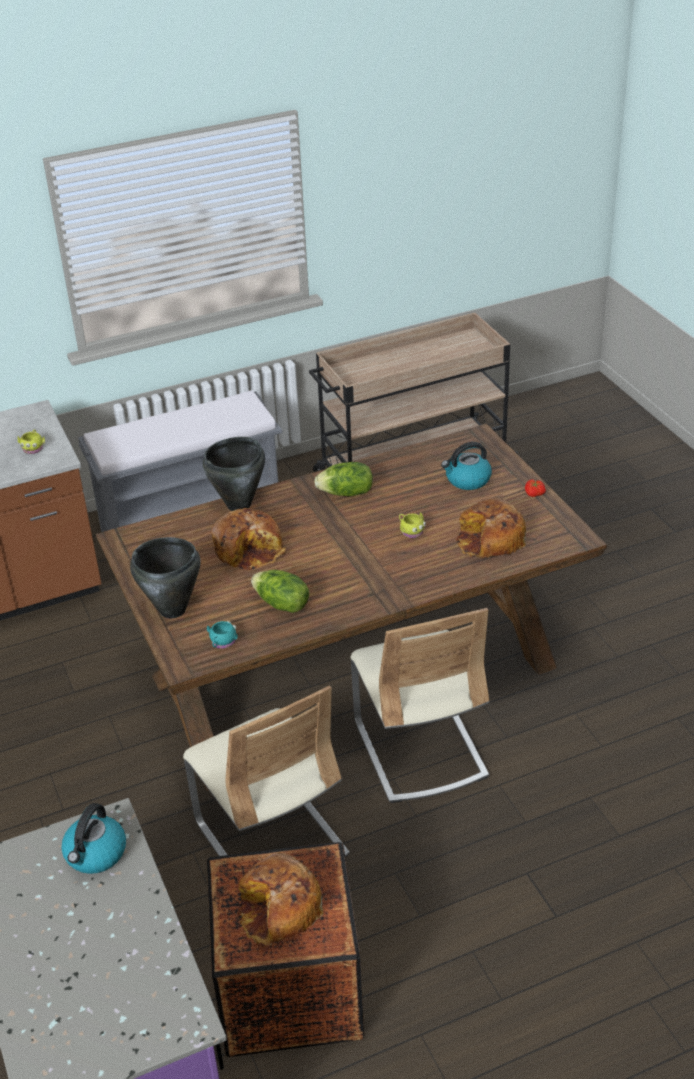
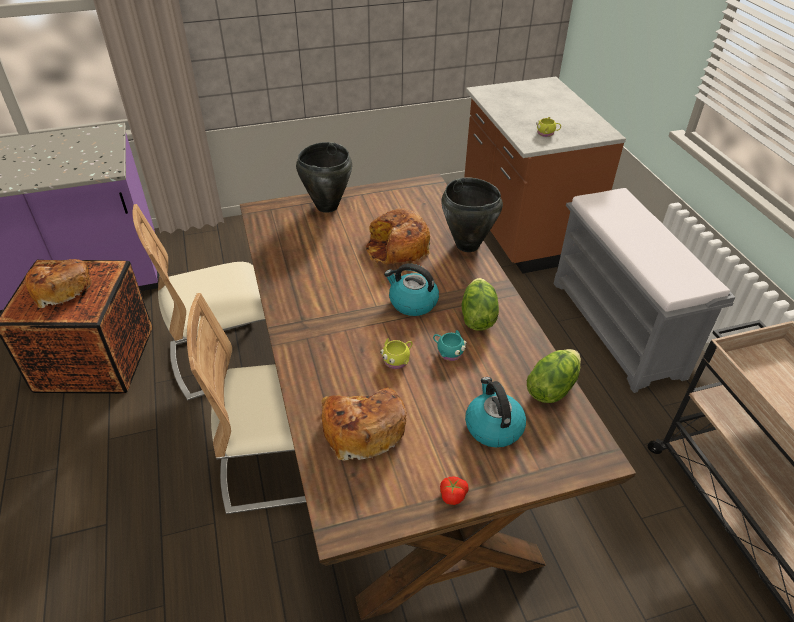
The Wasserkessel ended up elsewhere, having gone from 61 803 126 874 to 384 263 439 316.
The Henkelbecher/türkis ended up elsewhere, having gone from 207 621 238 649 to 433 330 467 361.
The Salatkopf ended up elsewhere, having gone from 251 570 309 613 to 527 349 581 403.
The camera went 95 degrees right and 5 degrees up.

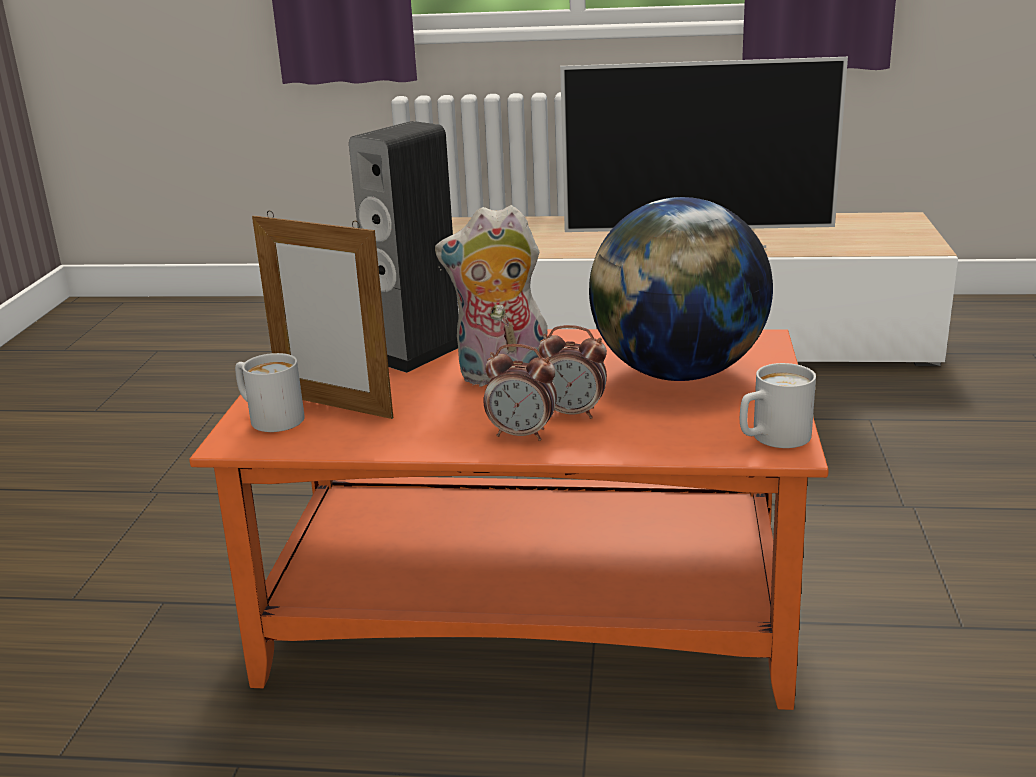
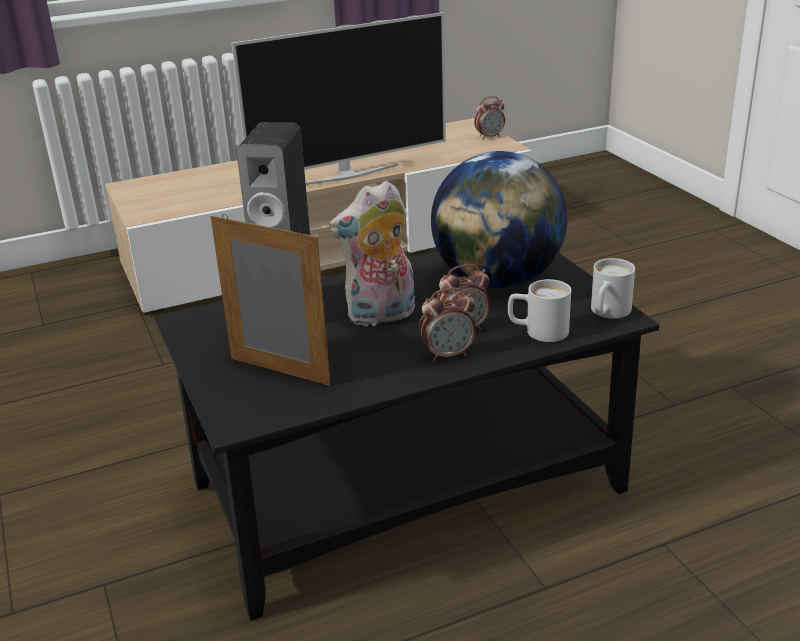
What was the Couchtisch/orange at 189 329 829 710 turned into the Couchtisch/schwarz at 154 252 659 621.
The Bilderrahmen at 252 211 393 419 ended up facing another way, 150 degrees counterclockwise from before.
The second view gained the Wecker at 474 96 505 140.
The Henkelbecher/weiß ended up elsewhere, having gone from 235 353 305 432 to 508 279 571 342.
The camera went 30 degrees left and 5 degrees up.

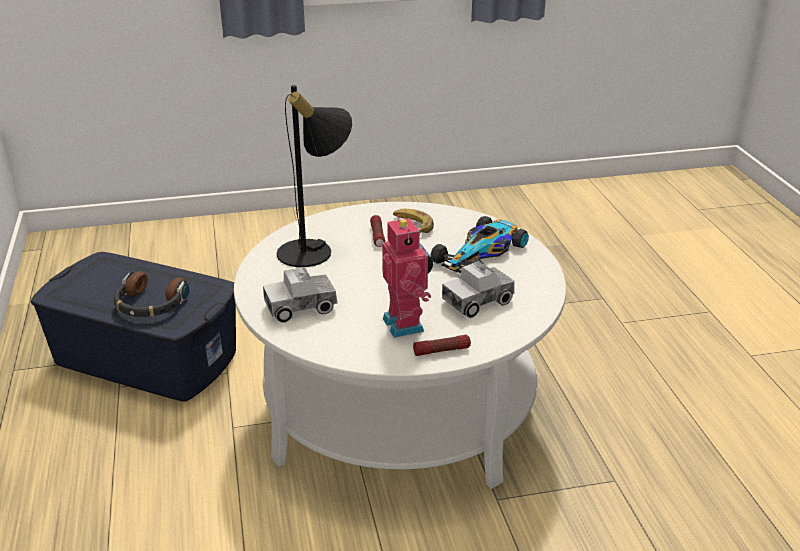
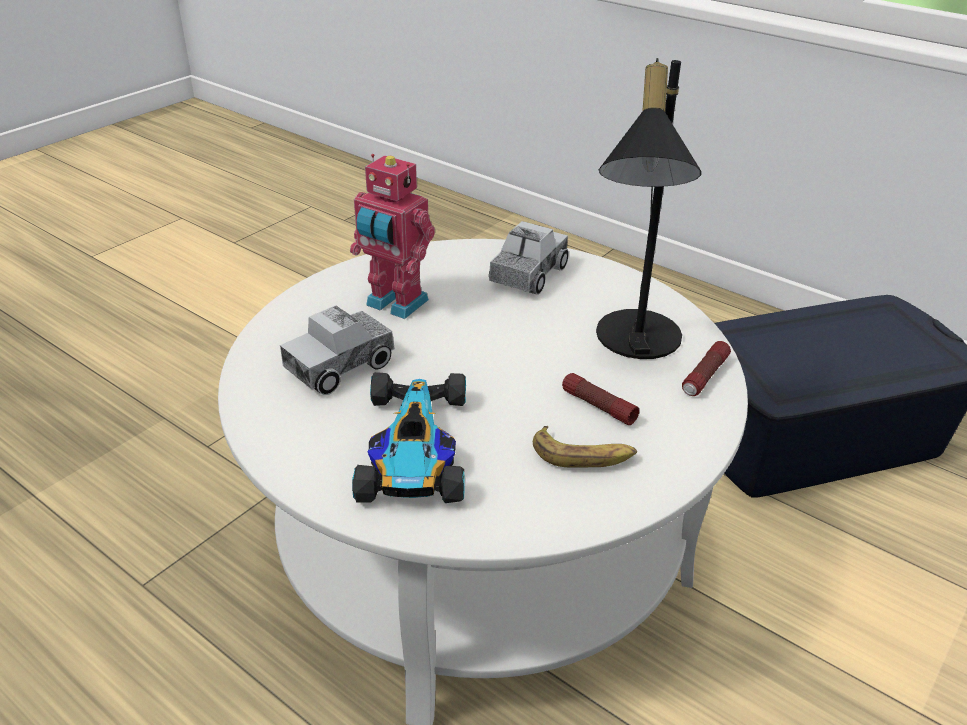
The Spielzeuglaster at 442 261 515 318 ended up facing another way, 150 degrees counterclockwise from before.
The Taschenlampe ended up elsewhere, having gone from 413 335 471 356 to 682 341 731 396.
The second view lost the Kopfhörer at 114 271 190 317.
The camera went 140 degrees right and 5 degrees up.

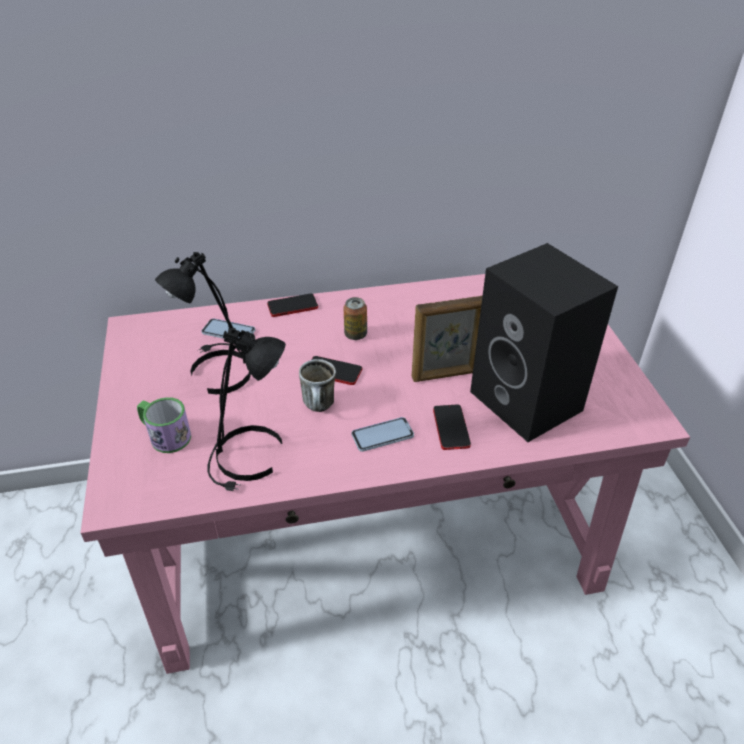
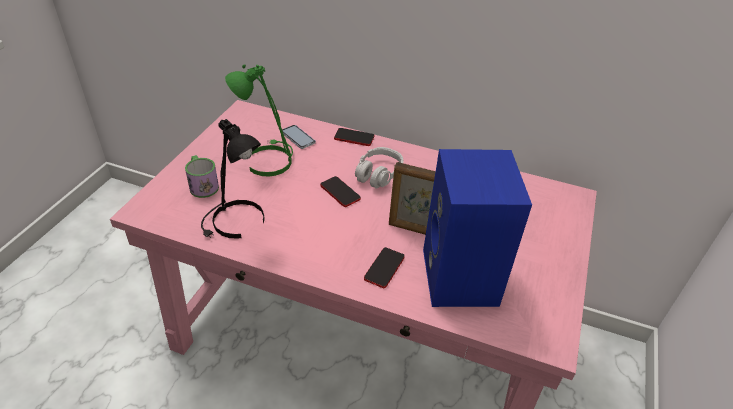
What was the Tischlampe/schwarz at 155 252 251 394 turned into the Tischlampe/grün at 225 64 293 176.
Where the Dose stood at 344 297 367 340, the Kopfhörer/grau came to stand at 355 147 403 189.
What was the Lautsprecher/schwarz at 470 243 618 442 turned into the Lautsprecher/blau at 423 149 532 307.
The second view lost the Henkelbecher at 299 359 336 412.
The second view lost the Handy at 351 417 414 452.
The camera went 30 degrees right and 0 degrees up.

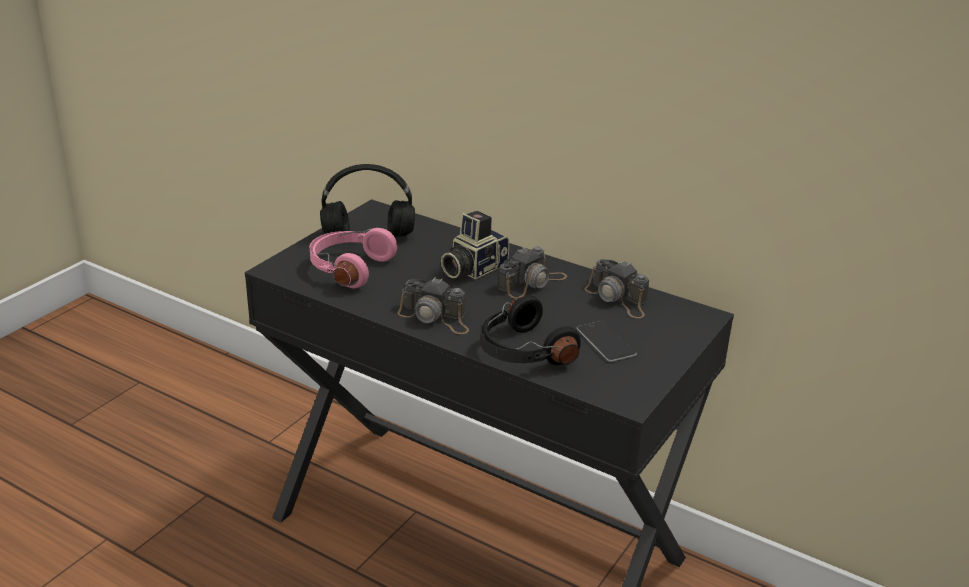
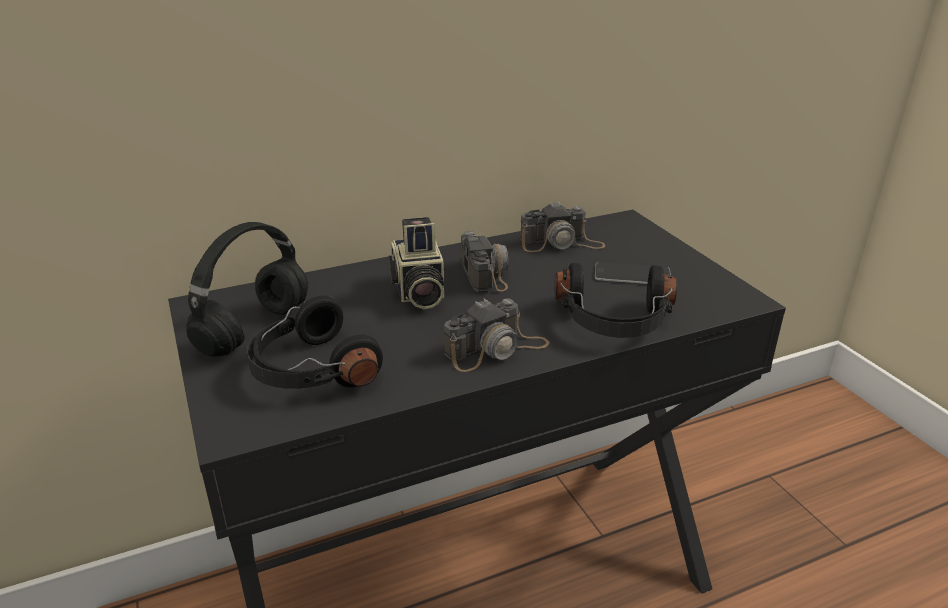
What was the Kopfhörer/rosa at 310 228 397 288 turned into the Kopfhörer/schwarz at 247 295 383 389.
The camera went 55 degrees left and 0 degrees up.

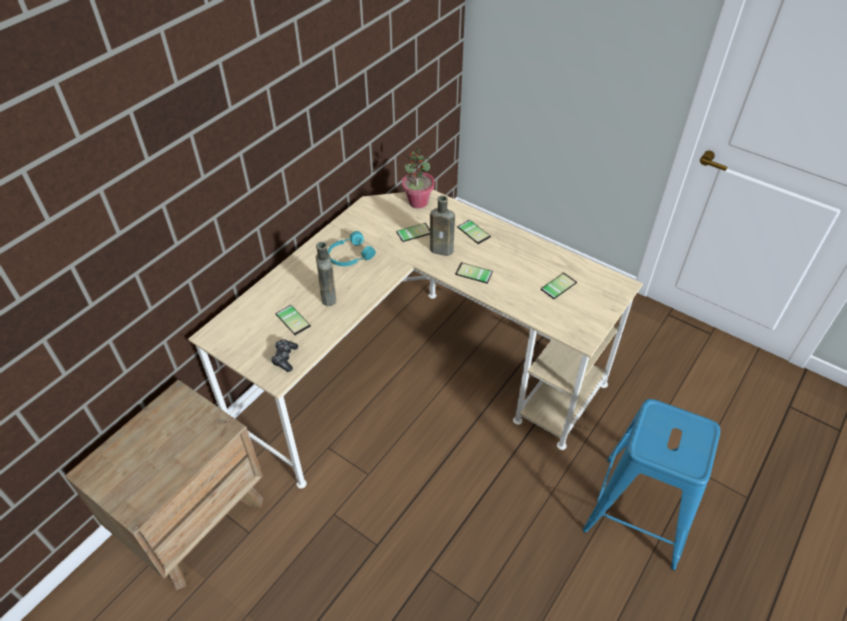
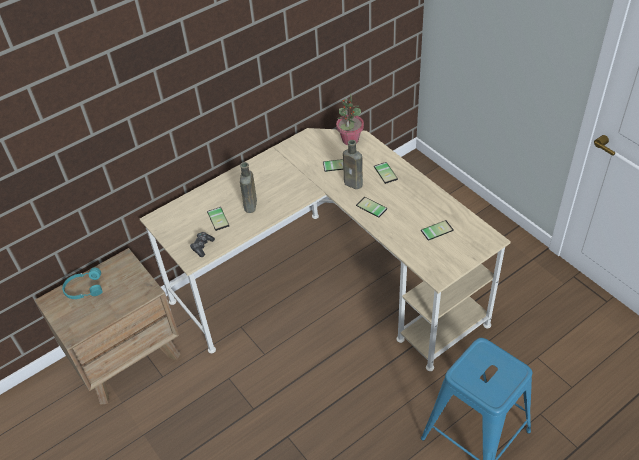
The Kopfhörer/türkis ended up elsewhere, having gone from 328 231 376 266 to 62 268 103 299.
The camera went 20 degrees right and 0 degrees up.

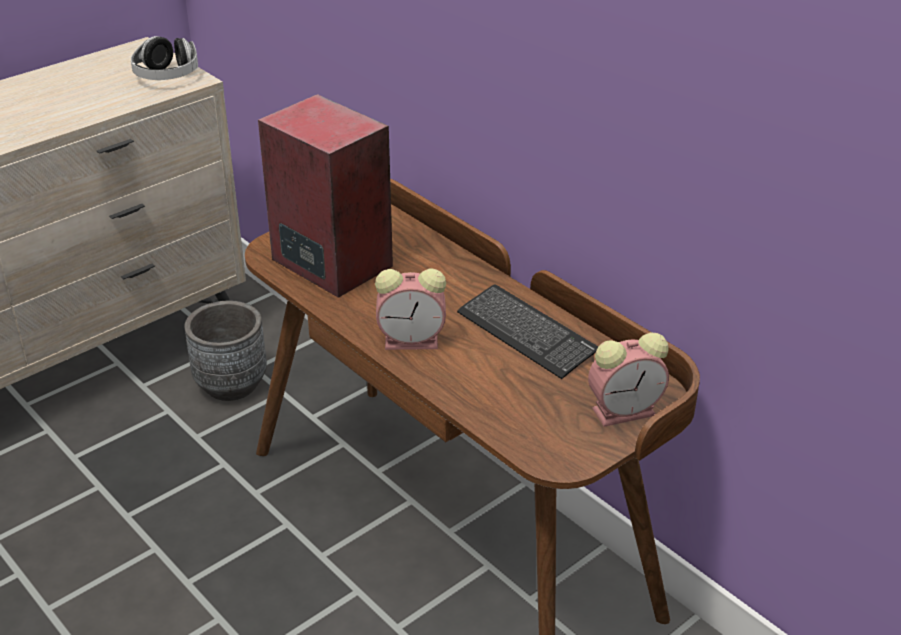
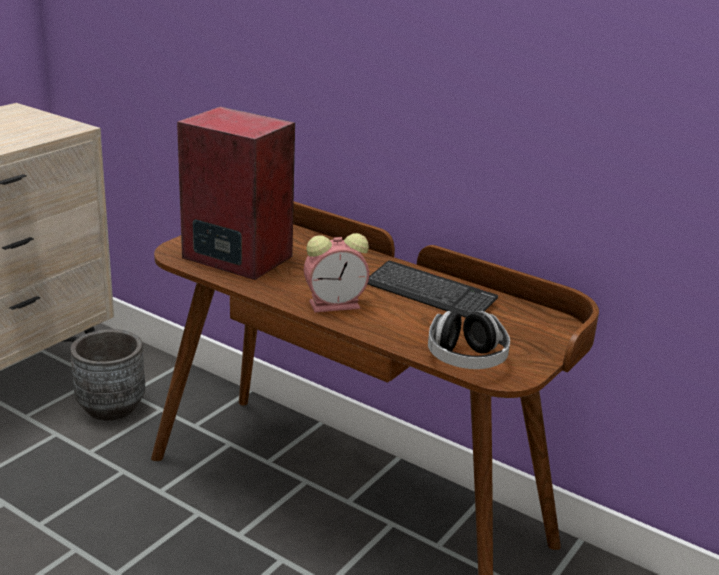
The Kopfhörer ended up elsewhere, having gone from 131 36 198 80 to 428 311 510 369.
The second view lost the Wecker at 588 333 669 427.
The camera went 15 degrees left and 10 degrees down.

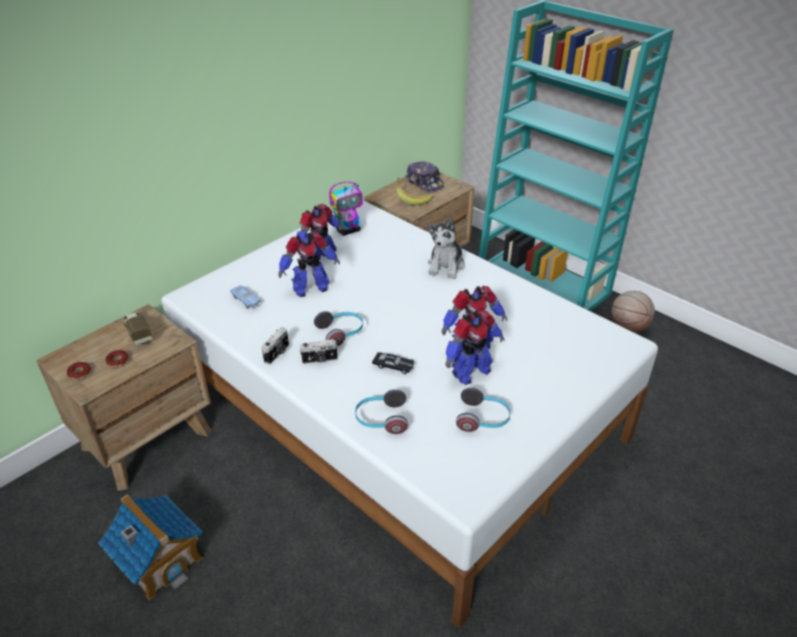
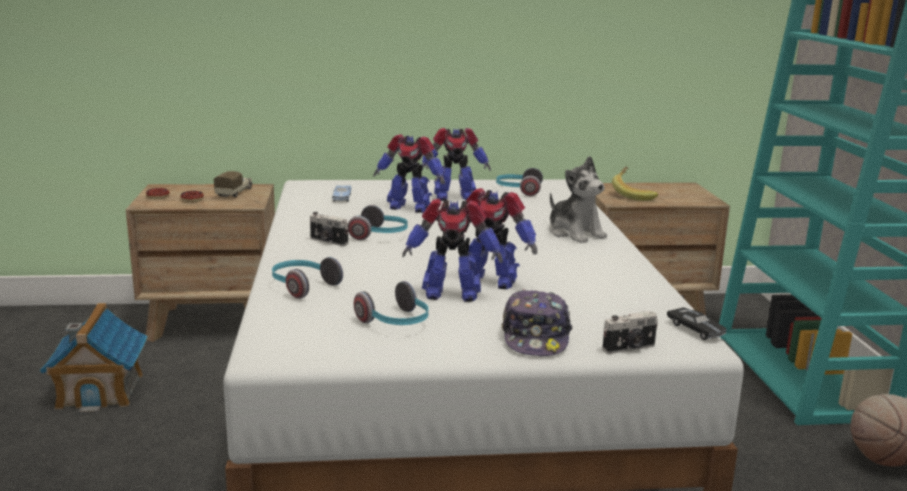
Where the Spielzeugroboter stood at 329 182 363 236, the Kopfhörer came to stand at 496 168 543 196.
The Kappe ended up elsewhere, having gone from 406 161 444 191 to 502 289 573 356.
The Plüschtier at 427 218 465 279 ended up facing another way, 90 degrees counterclockwise from before.
The Kamera ended up elsewhere, having gone from 262 327 289 364 to 602 311 658 354.
The Spielzeugauto/schwarz ended up elsewhere, having gone from 372 352 414 374 to 667 307 727 340.
The camera went 40 degrees right and 20 degrees down.

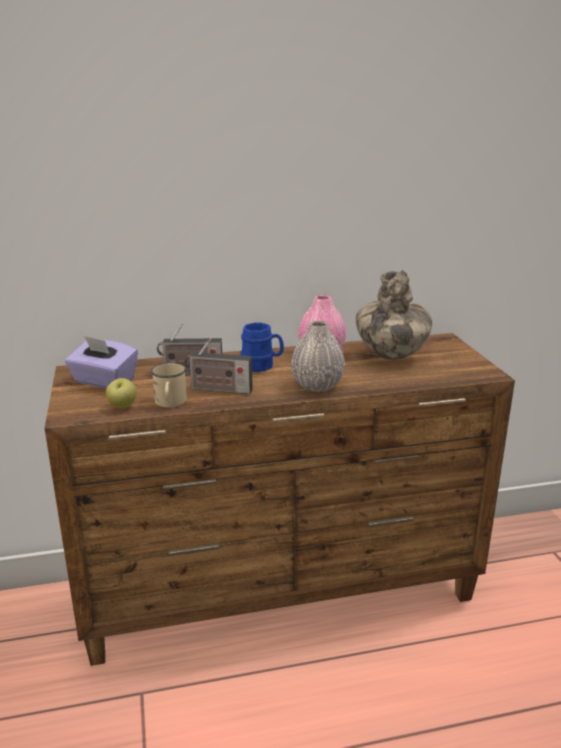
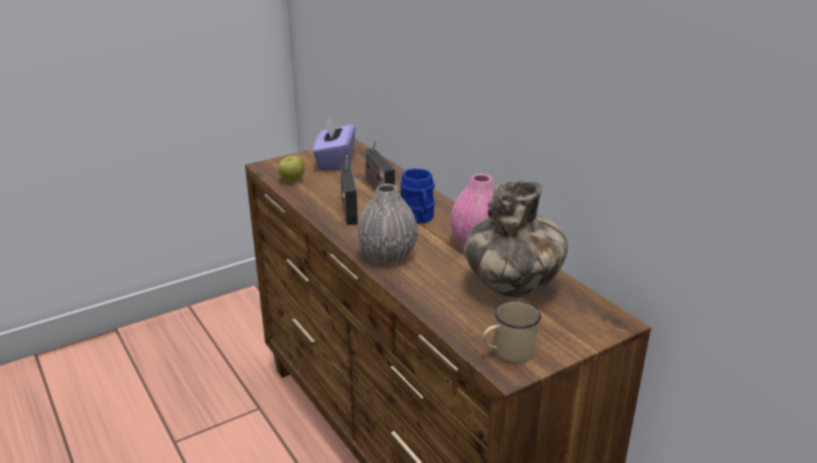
The Henkelbecher/beige ended up elsewhere, having gone from 151 363 187 408 to 483 301 541 363.
The camera went 70 degrees right and 5 degrees up.

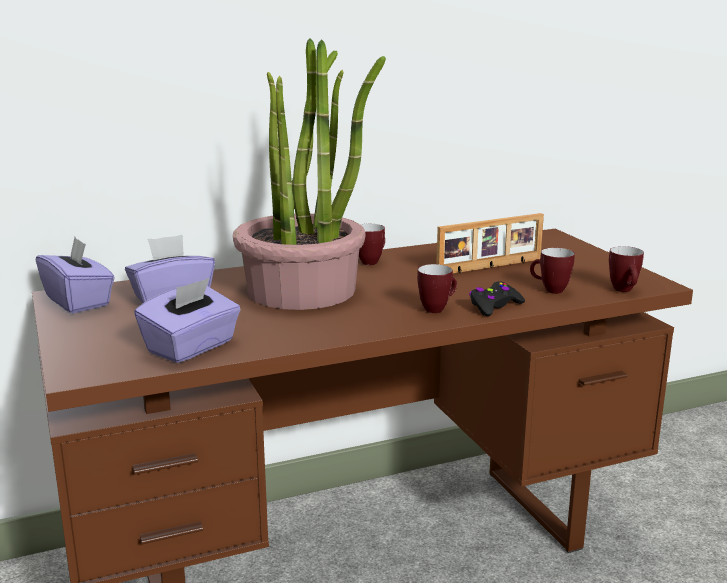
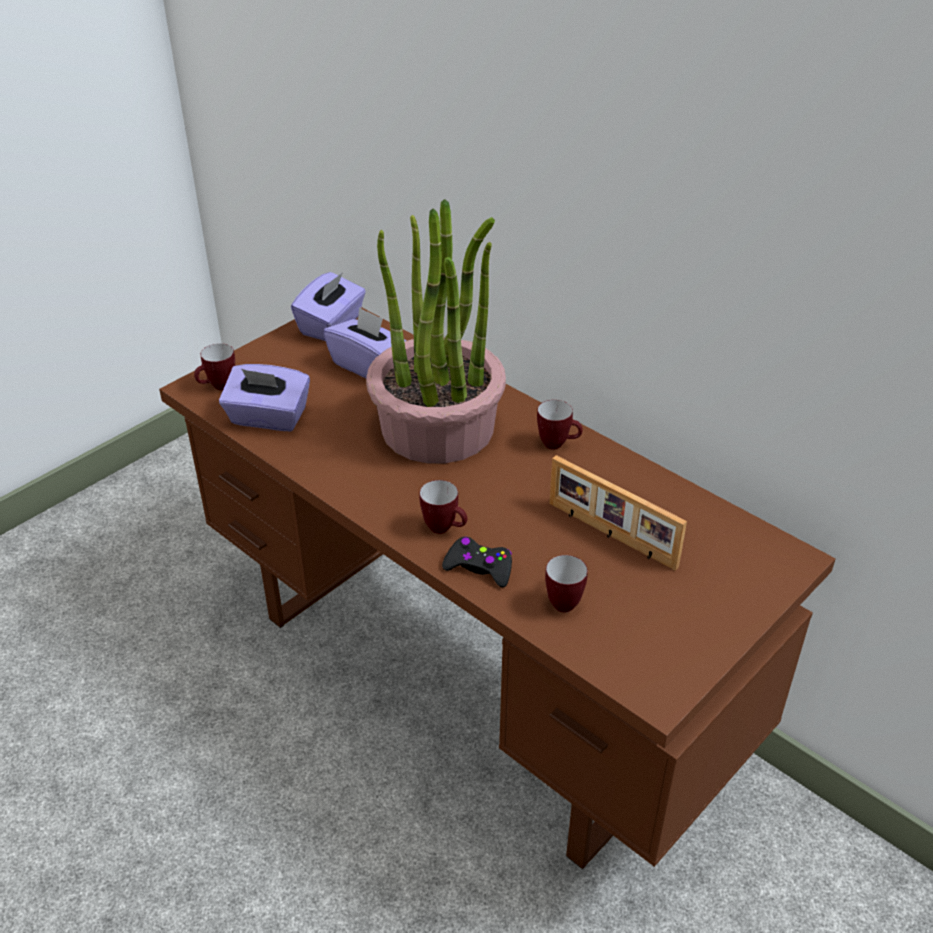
The Henkelbecher ended up elsewhere, having gone from 609 246 644 292 to 194 343 235 390.
The camera went 65 degrees right and 20 degrees up.

